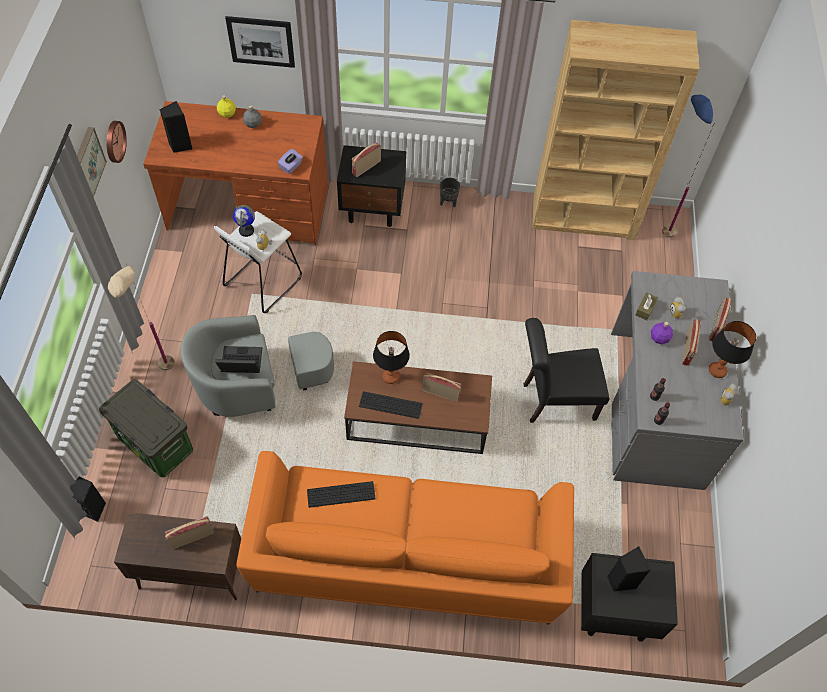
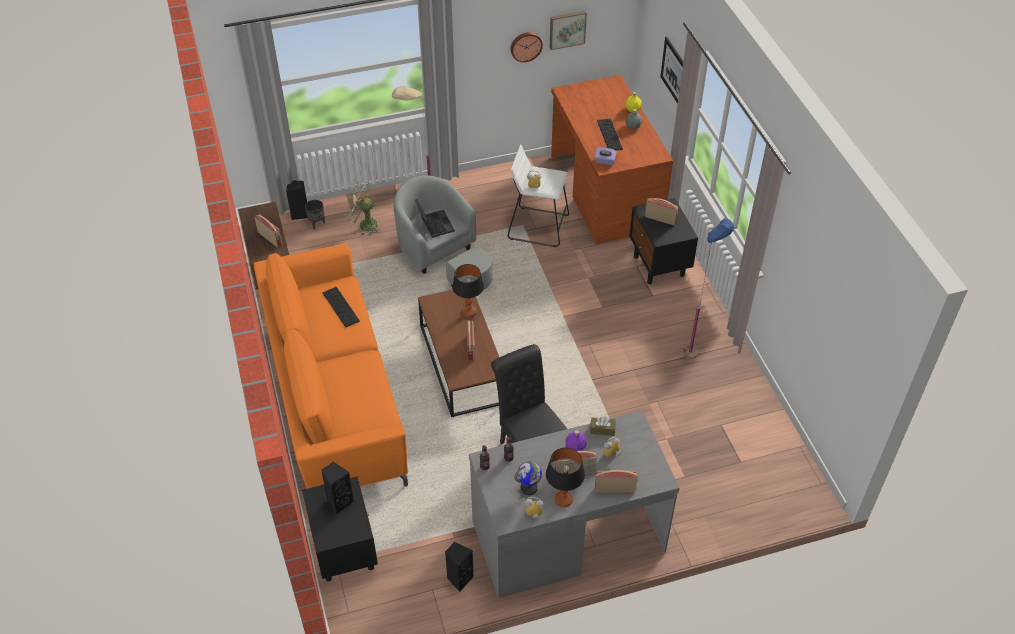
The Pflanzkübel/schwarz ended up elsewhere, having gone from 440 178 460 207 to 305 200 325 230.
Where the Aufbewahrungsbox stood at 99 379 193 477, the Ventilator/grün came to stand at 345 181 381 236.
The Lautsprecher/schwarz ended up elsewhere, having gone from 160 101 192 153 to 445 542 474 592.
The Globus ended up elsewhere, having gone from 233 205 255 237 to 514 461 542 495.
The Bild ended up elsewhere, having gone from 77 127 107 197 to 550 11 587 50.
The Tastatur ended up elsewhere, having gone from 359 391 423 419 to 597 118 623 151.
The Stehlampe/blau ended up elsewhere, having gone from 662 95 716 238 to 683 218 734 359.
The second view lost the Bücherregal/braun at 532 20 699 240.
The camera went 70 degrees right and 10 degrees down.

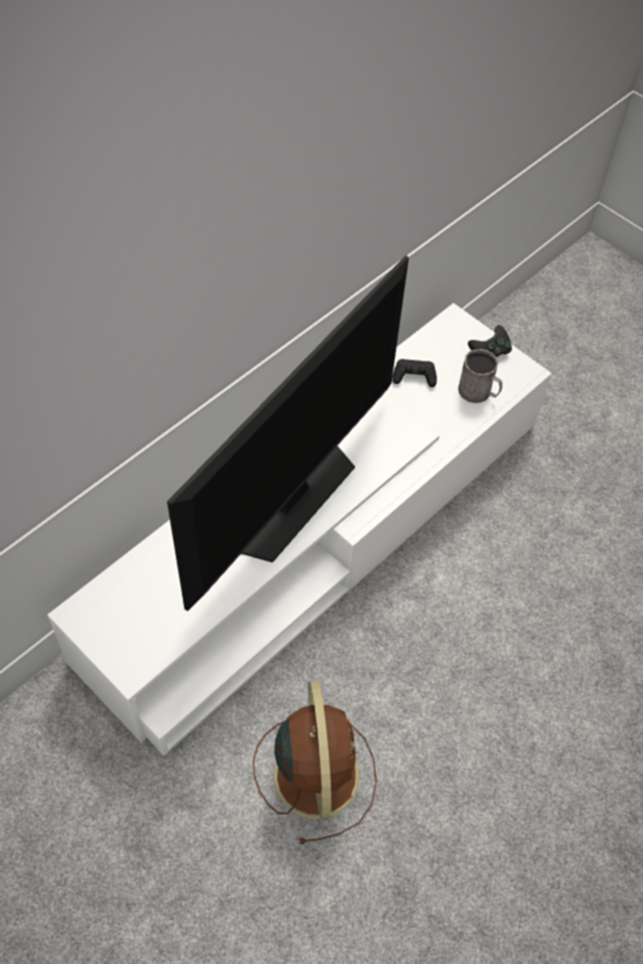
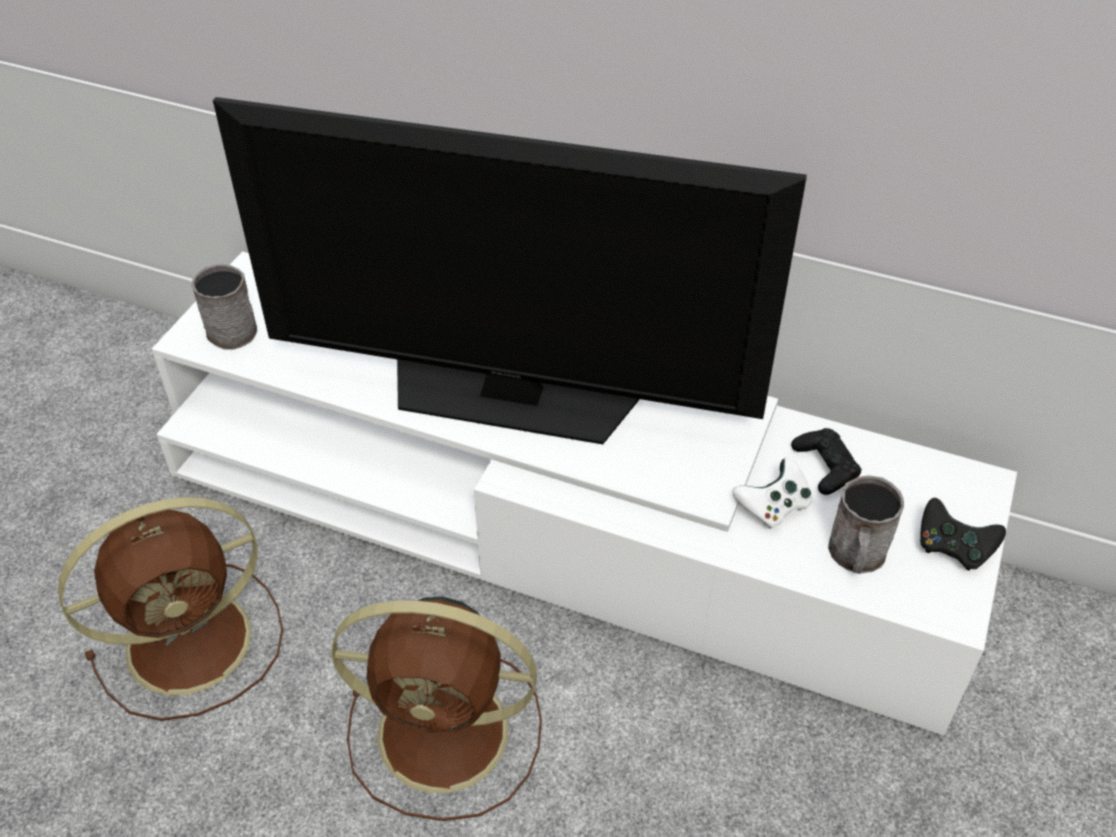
The second view gained the Henkelbecher/grau at 191 264 257 350.
The second view gained the Ventilator/braun at 331 597 542 821.
The second view gained the Gamepad/weiß at 732 458 812 529.
The camera went 70 degrees right and 10 degrees down.

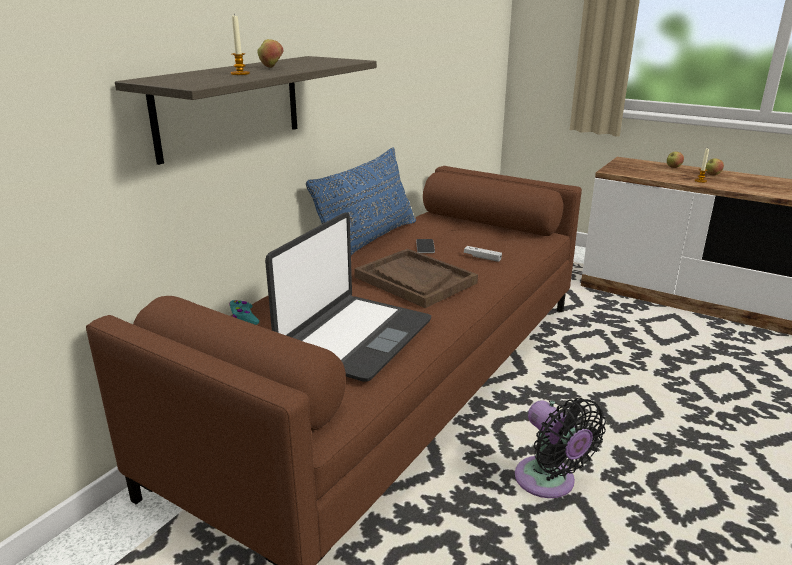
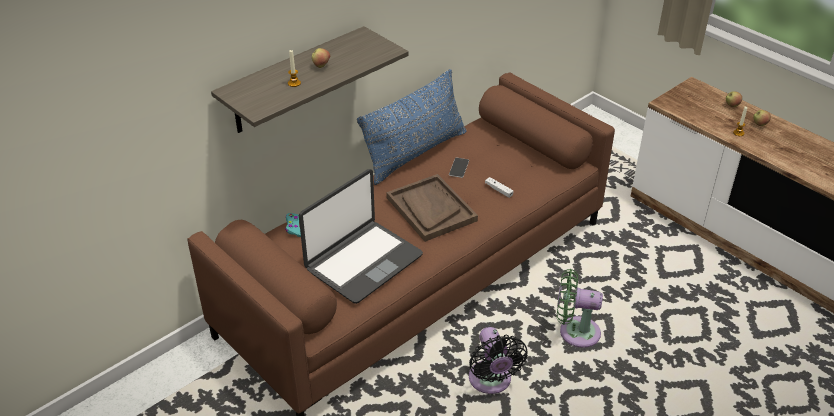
The second view gained the Ventilator/grün at 557 269 603 348.
The camera went 15 degrees right and 15 degrees up.

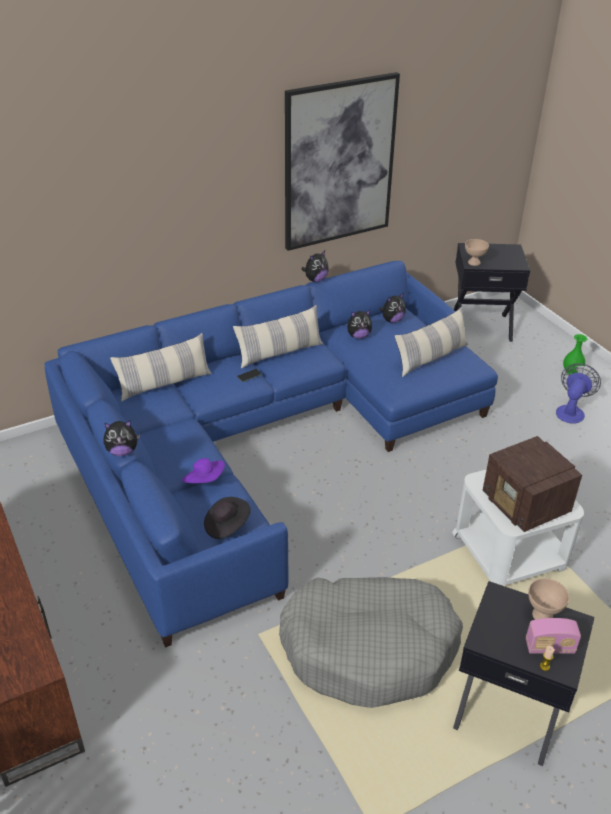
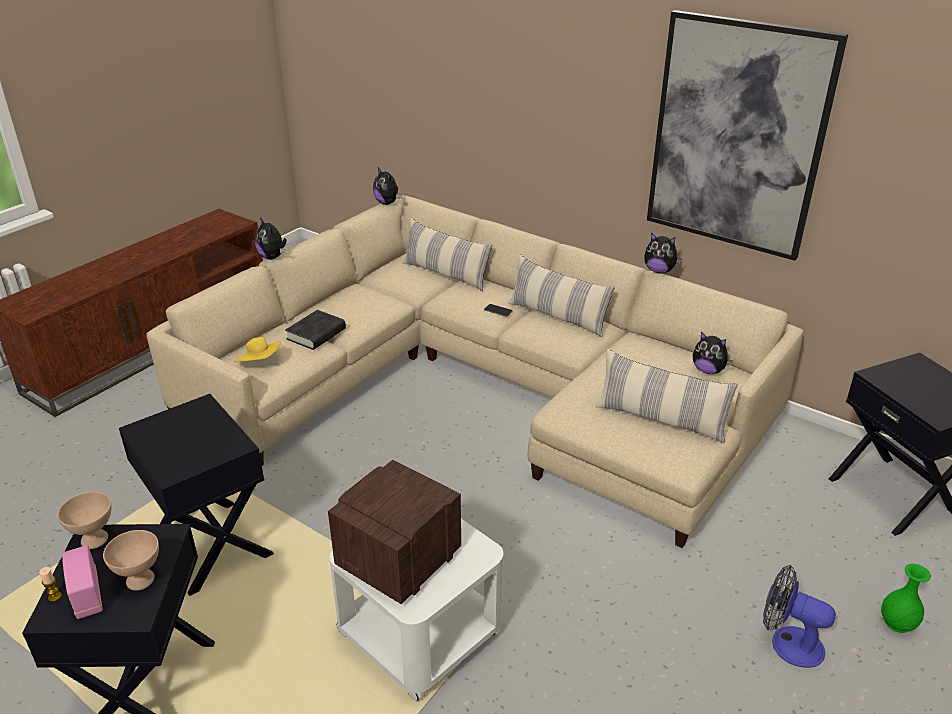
The Schüssel/beige ended up elsewhere, having gone from 465 239 489 266 to 58 492 111 549.
Where the Hundebett/grau stood at 279 577 463 708, the Beistelltisch/schwarz came to stand at 119 394 274 596.
What was the Sofa/blau at 45 261 498 648 turned into the Sofa/beige at 146 195 803 548.
What was the Hut/schwarz at 204 497 251 539 turned into the Hut/gelb at 234 337 282 362.
Where the Hut/lila stood at 182 458 225 483, the Buch/schwarz came to stand at 285 310 346 350.
The Plüschtier ended up elsewhere, having gone from 347 310 372 339 to 373 168 402 205.
The Ventilator at 556 363 601 424 ended up facing another way, 150 degrees counterclockwise from before.
The camera went 65 degrees right and 5 degrees down.

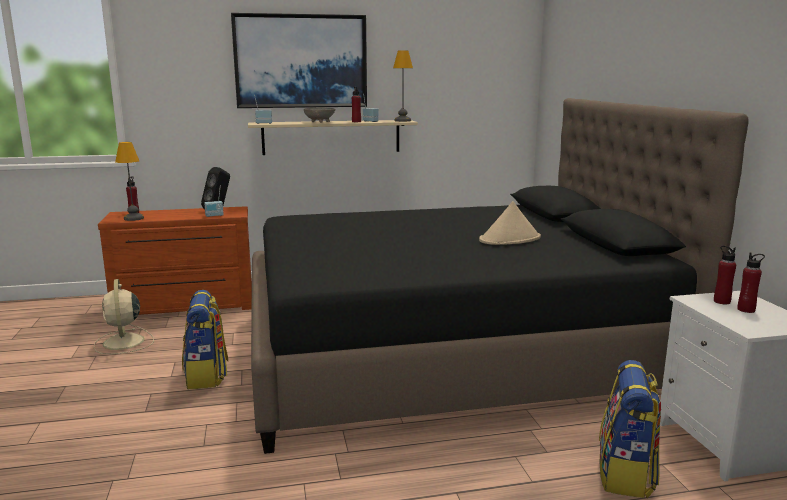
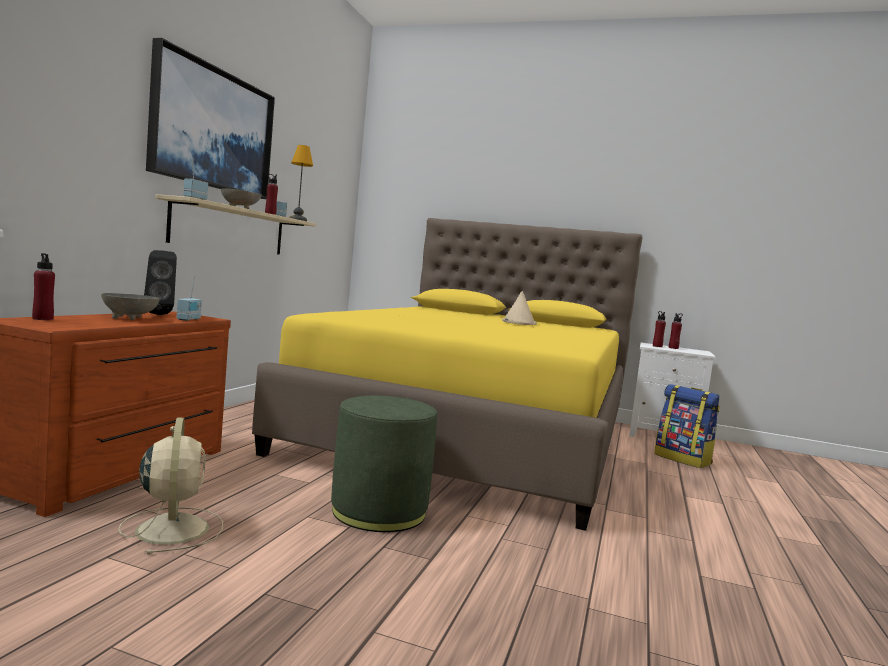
The second view gained the Schüssel/grau at 101 293 160 320.
The Ventilator/beige at 94 279 154 354 ended up facing another way, 120 degrees counterclockwise from before.
What was the Bett/schwarz at 251 98 749 454 turned into the Bett/gelb at 252 218 643 531.
Where the Rucksack stood at 182 290 228 389, the Polsterhocker/grün came to stand at 331 396 437 532.
The second view lost the Tischlampe at 115 142 144 221.
The camera went 60 degrees left and 10 degrees down.

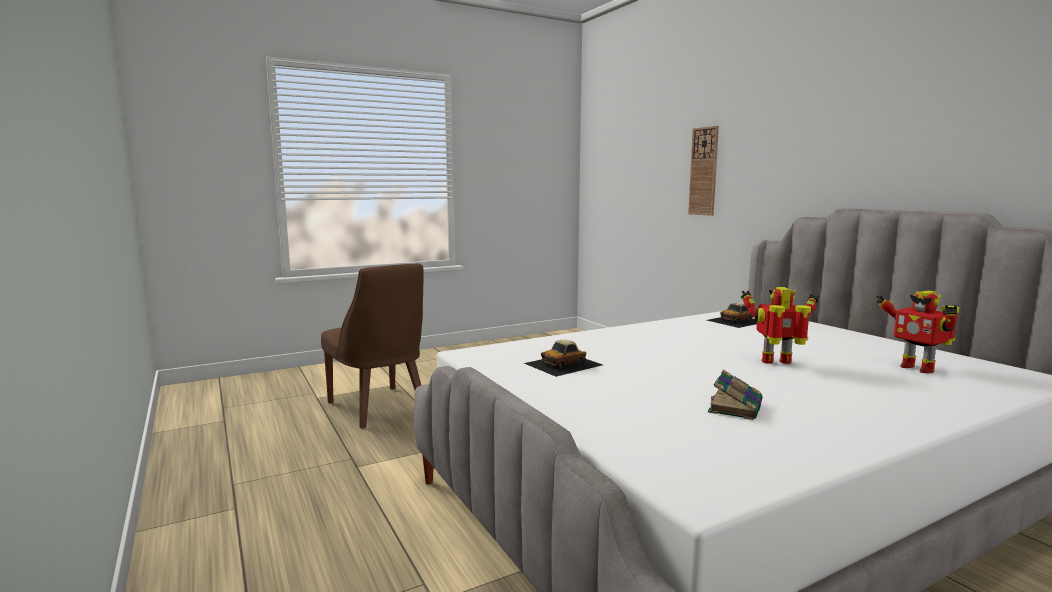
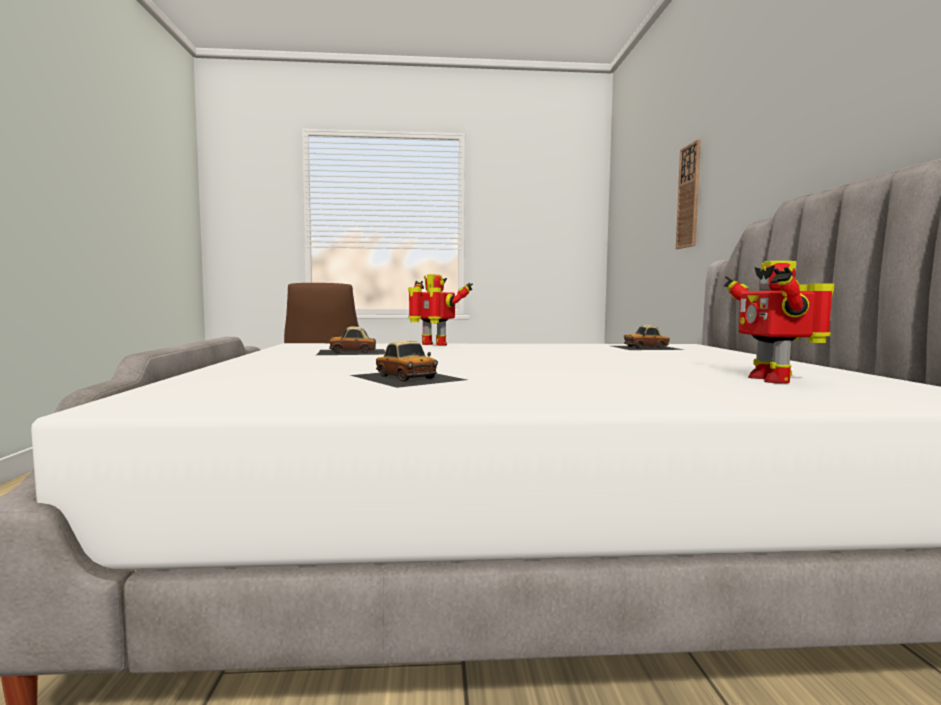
Where the Buch stood at 708 370 763 420, the Spielzeugauto came to stand at 350 340 467 388.
The Spielzeugroboter ended up elsewhere, having gone from 741 287 820 364 to 408 274 473 346.
The camera went 25 degrees right and 5 degrees down.

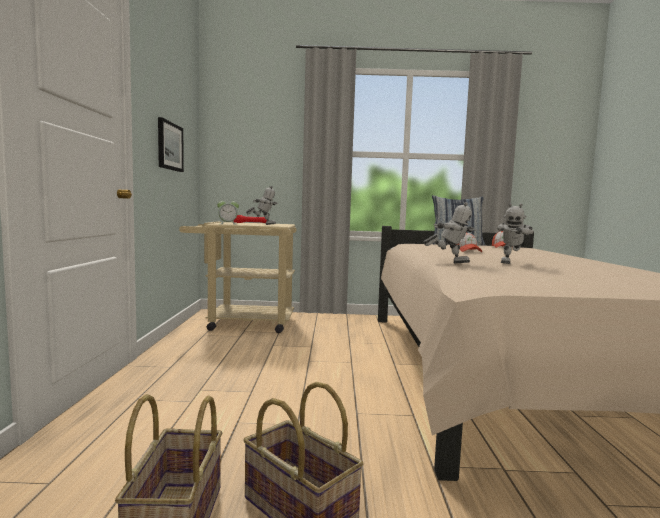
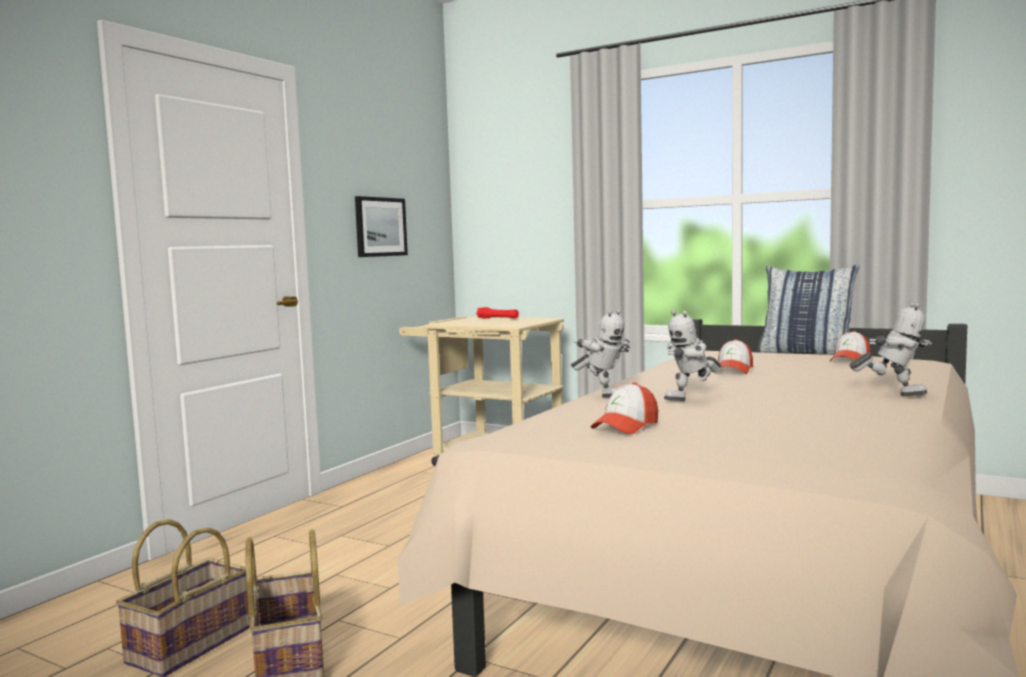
The second view gained the Kappe at 591 382 658 434.
The Spielzeugroboter ended up elsewhere, having gone from 246 186 278 225 to 849 302 932 396.
The second view lost the Wecker at 217 198 239 224.
The camera went 30 degrees right and 0 degrees up.

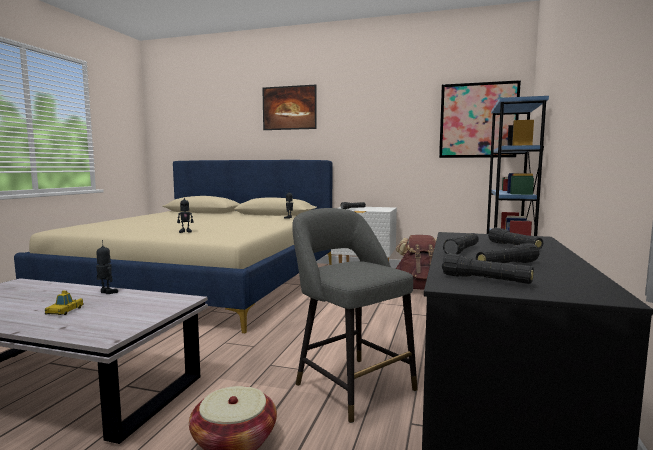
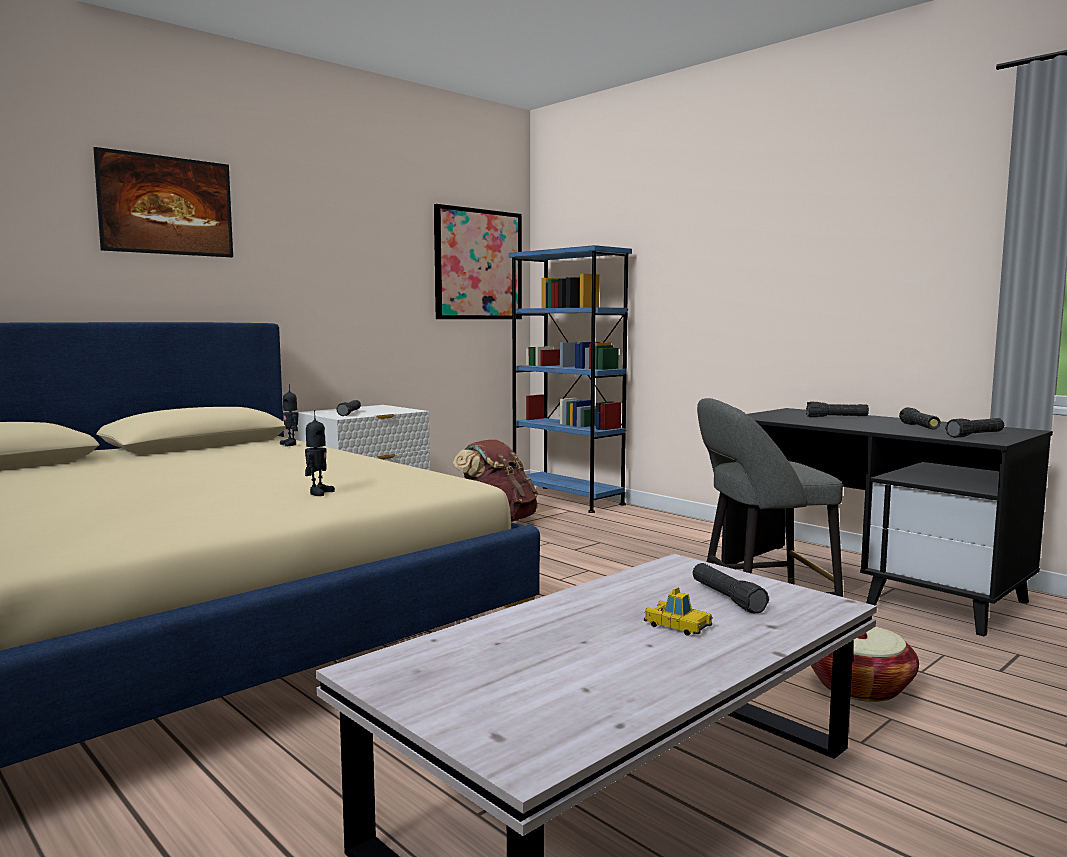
The Taschenlampe/schwarz ended up elsewhere, having gone from 443 233 479 254 to 693 563 769 613.
The second view lost the Spielzeugroboter at 96 240 118 294.
The camera went 60 degrees left and 0 degrees up.

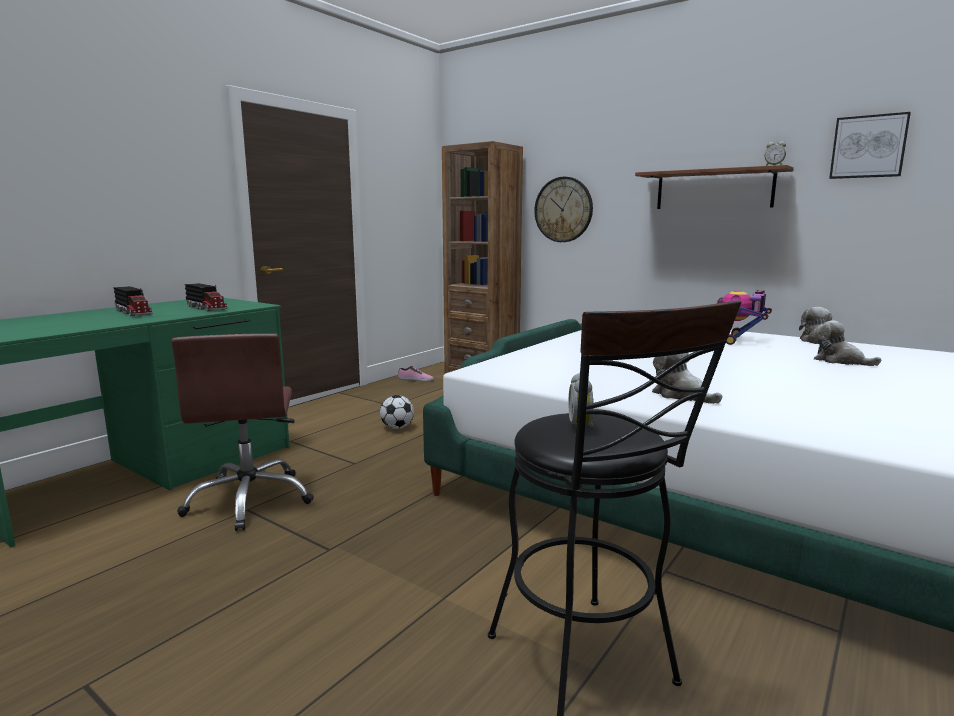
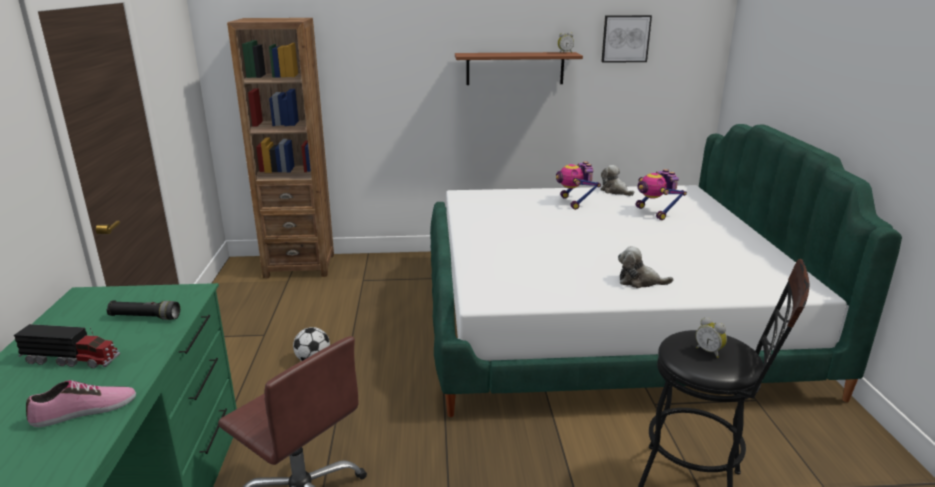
The Schuh ended up elsewhere, having gone from 398 366 434 382 to 26 380 136 427.
Where the Spielzeuglaster stood at 185 283 228 311, the Taschenlampe/schwarz came to stand at 107 300 180 320.
Where the Plüschtier stood at 814 320 881 366, the Spielzeugroboter came to stand at 635 169 687 220.
The second view lost the Wanduhr at 534 177 593 242.
The camera went 40 degrees left and 10 degrees up.

